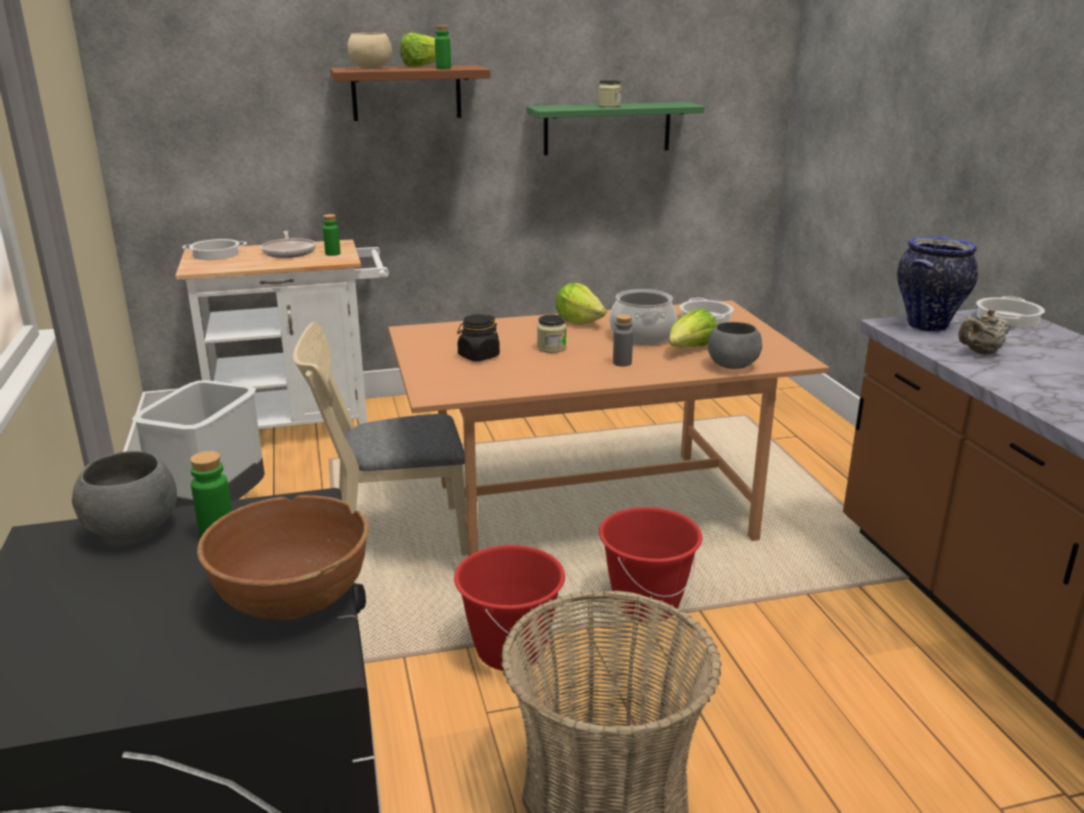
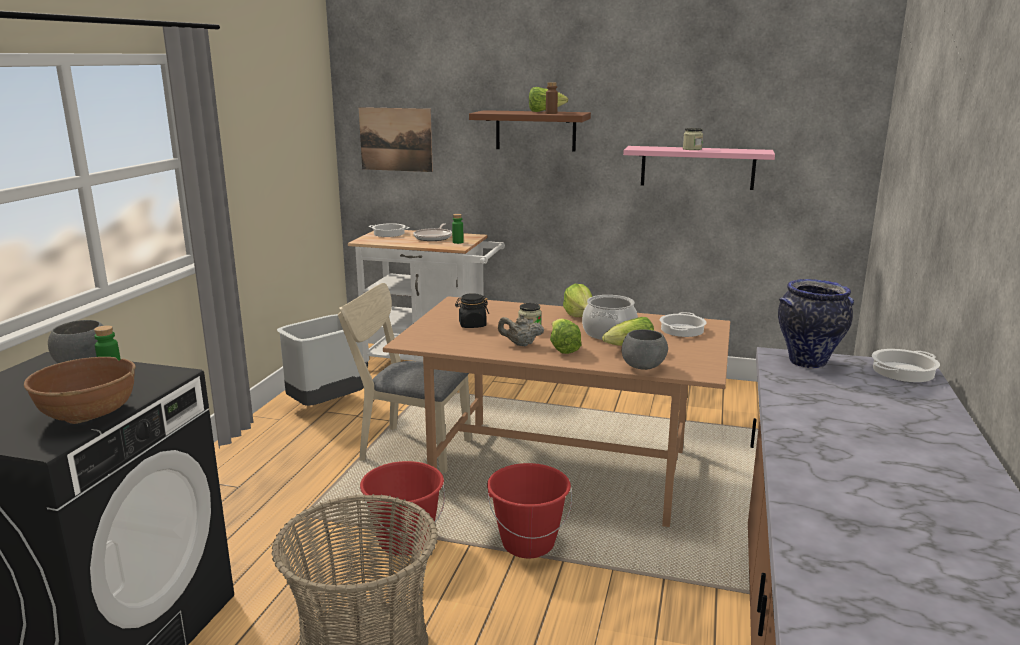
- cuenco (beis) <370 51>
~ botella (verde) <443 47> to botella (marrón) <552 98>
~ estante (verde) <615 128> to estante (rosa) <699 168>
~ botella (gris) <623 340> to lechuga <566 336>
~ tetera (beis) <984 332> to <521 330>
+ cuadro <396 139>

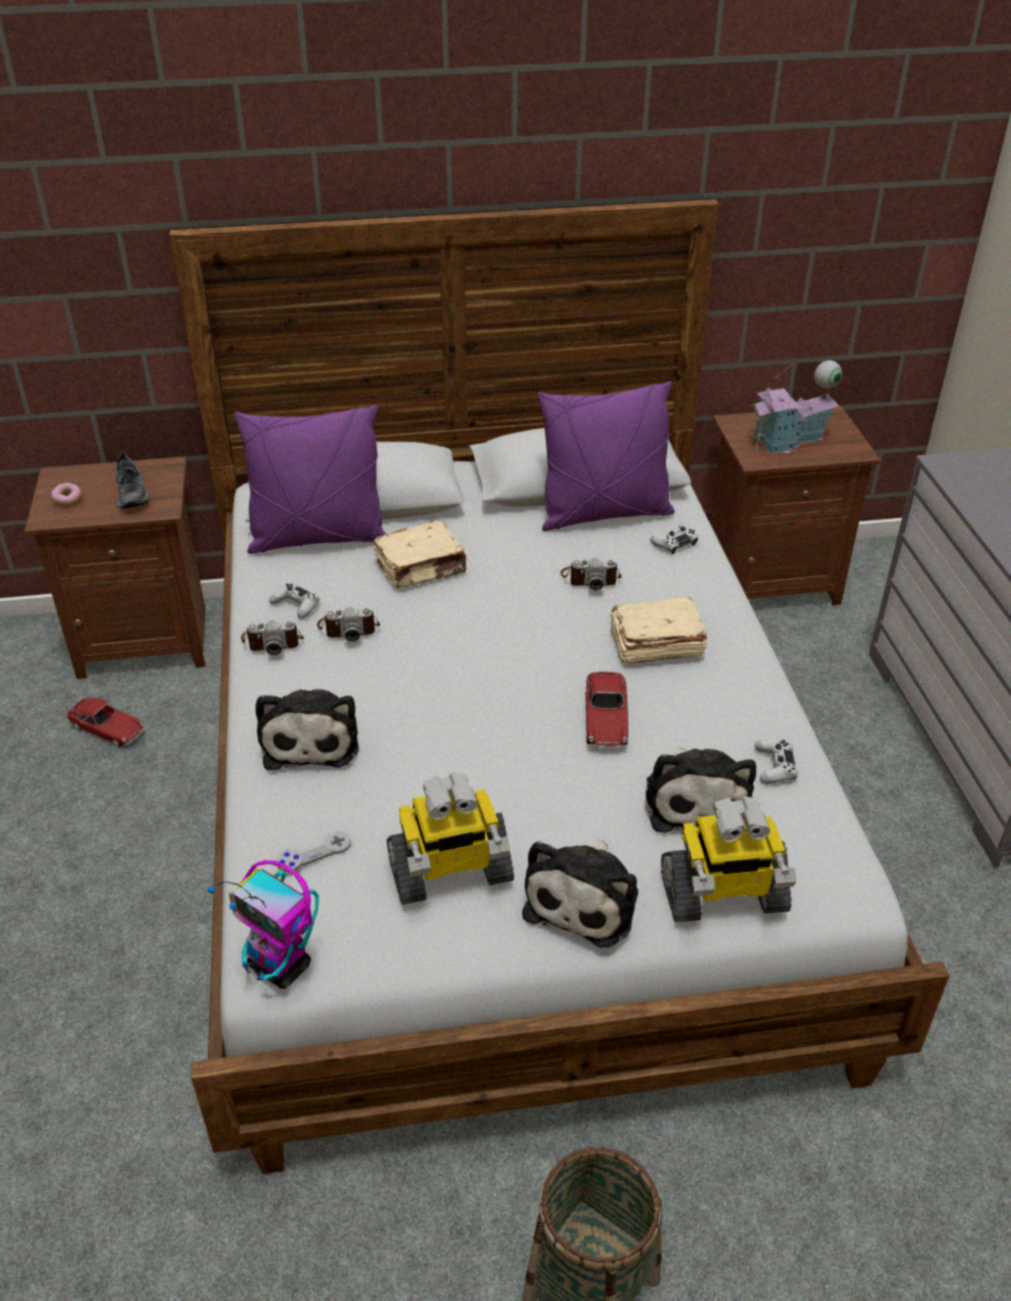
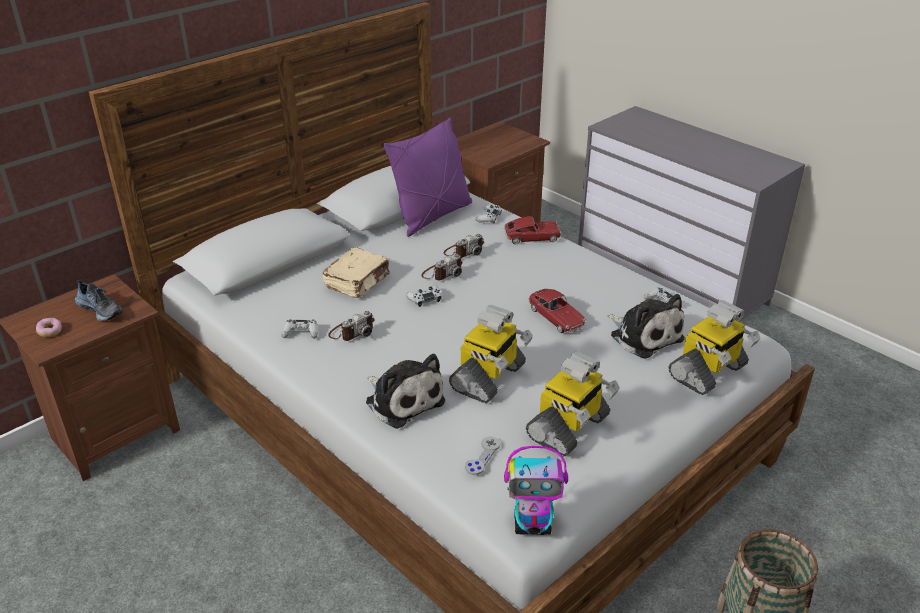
~ coche de juguete <105 723> to <532 230>
- cojín (morado) <310 479>
~ cámara <272 637> to <442 267>
- peluche <580 893>
- libro (beis) <658 630>
- casita <796 407>
+ mando de consola (blanco) <424 296>
+ robot de juguete <491 354>

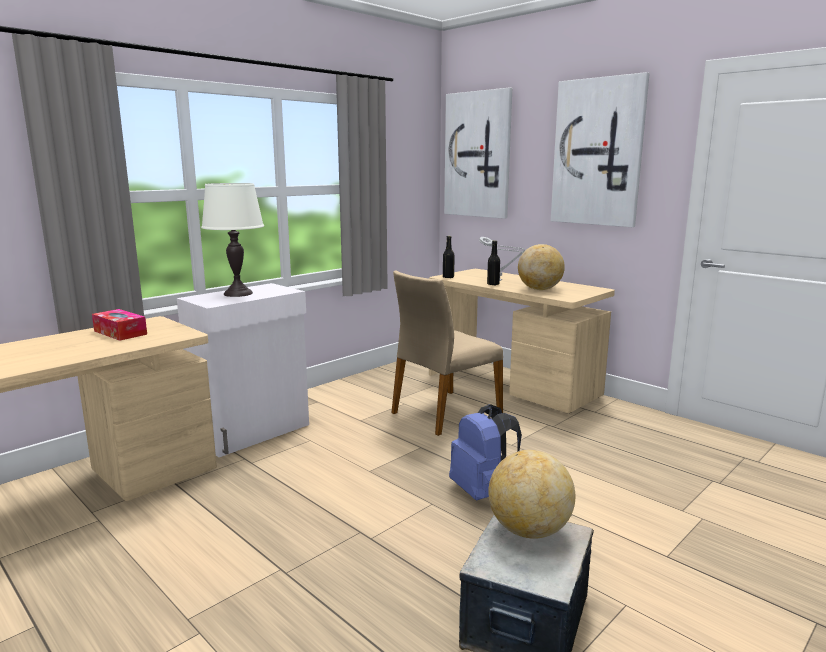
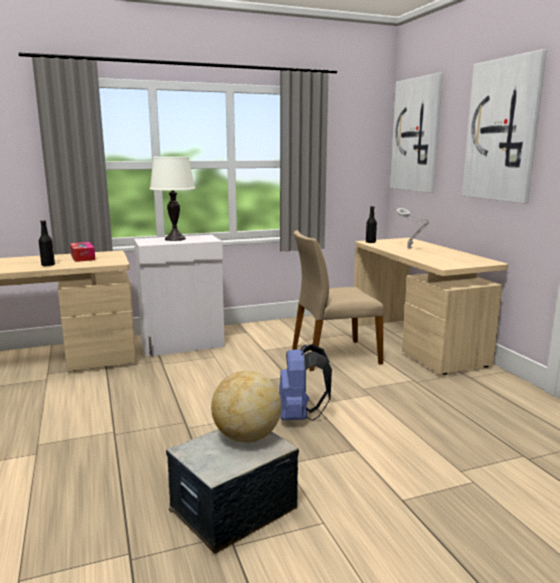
~ botella (negro) <493 262> to <47 243>
- globo terráqueo <541 267>

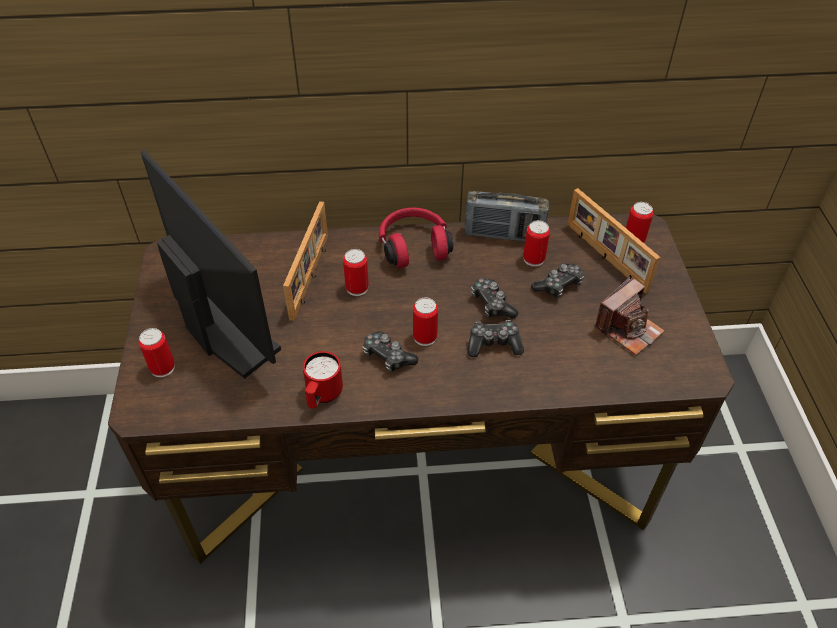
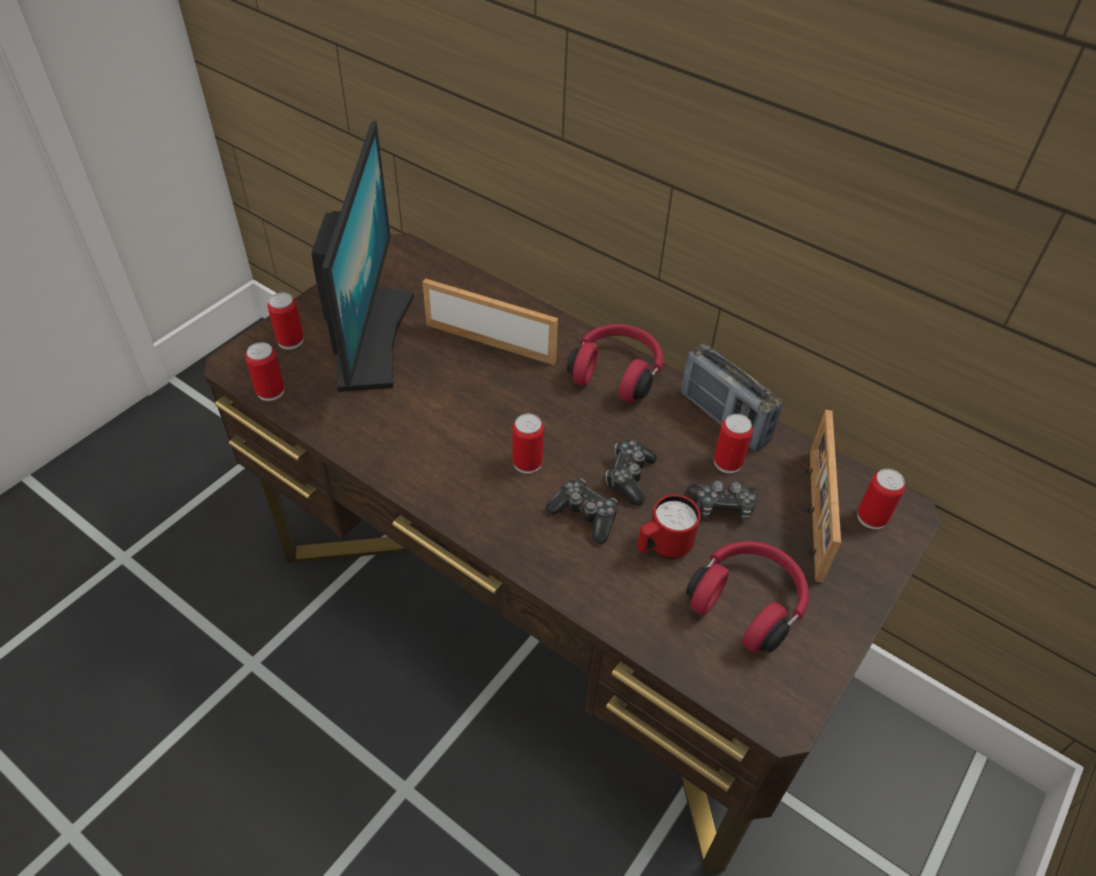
~ portarretratos <305 261> = <490 321> 120 degrees counterclockwise
~ taza grande (rojo) <323 380> to <669 526>
~ lata <356 272> to <264 371>
- mando de consola <390 351>
~ cámara <630 316> to auriculares (rojo) <747 596>

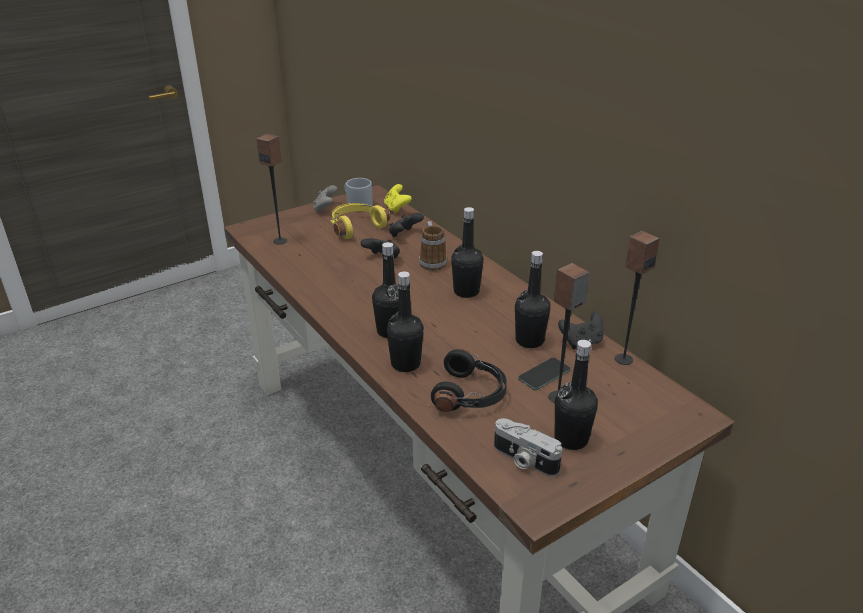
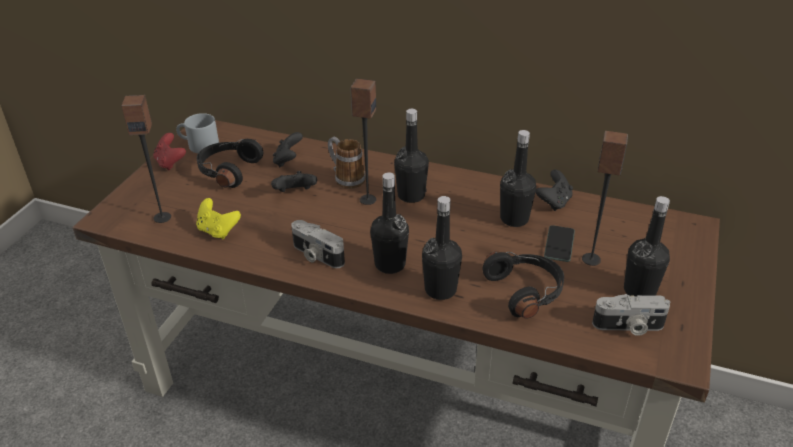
~ mando de consola (gris) <325 199> to mando de consola (rojo) <169 151>
~ auriculares (amarillo) <360 221> to auriculares (negro) <230 163>
~ mando de consola (amarillo) <398 198> to <218 218>
~ altavoz <637 298> to <363 142>
+ cámara <318 244>

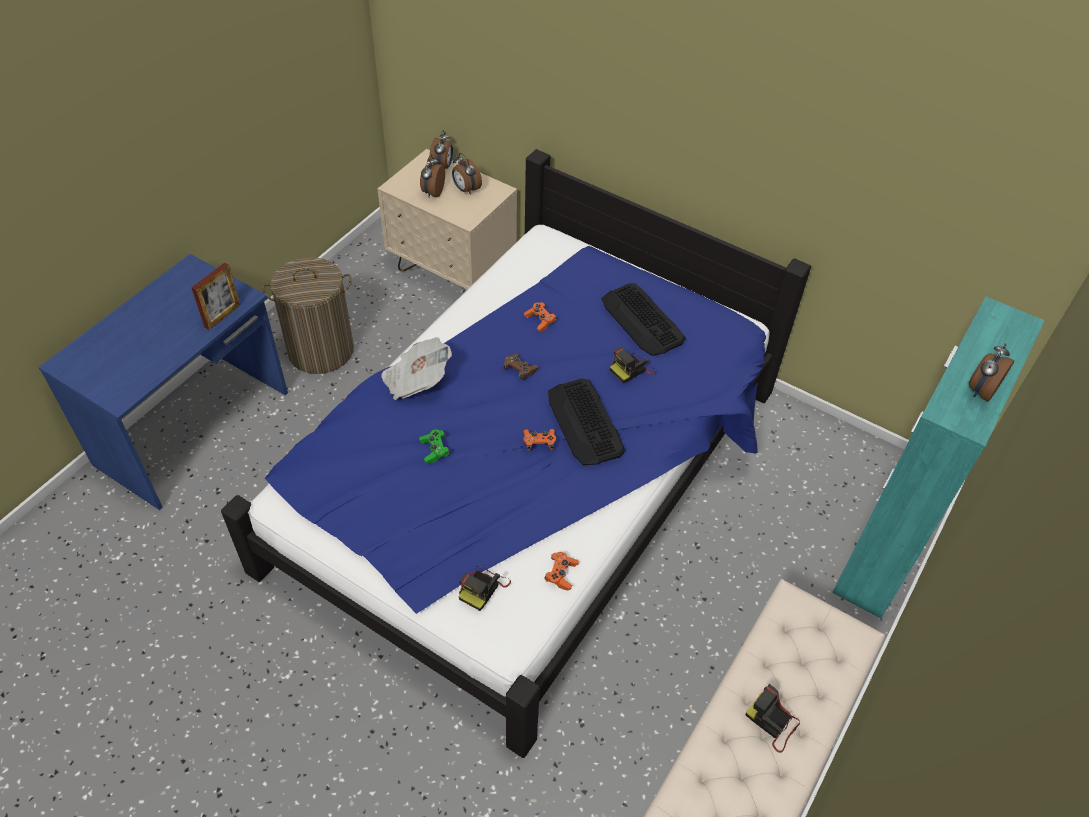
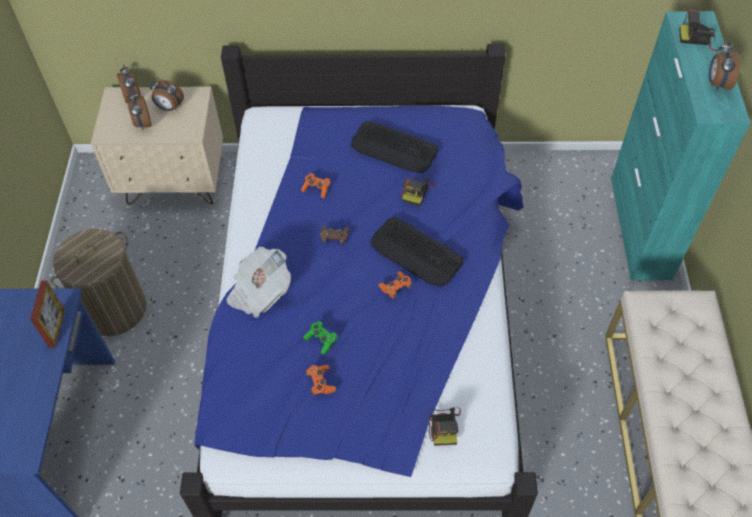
~ mando de consola (naranja) <562 571> to <321 380>
~ cámara <773 718> to <699 29>

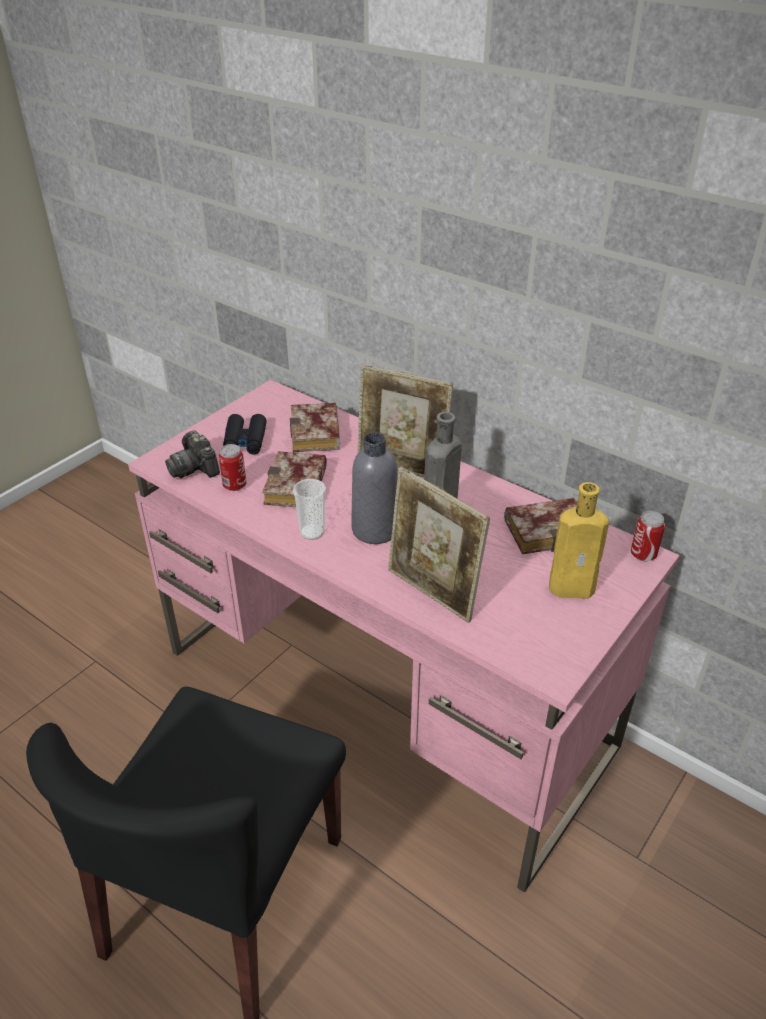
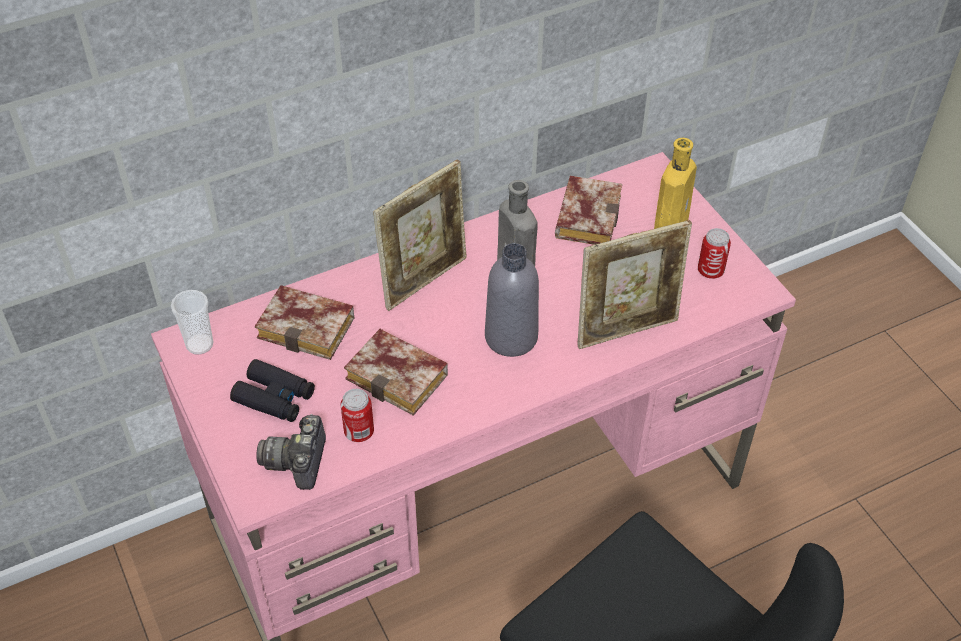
~ cámara <192 454> = <291 452> 105 degrees clockwise
~ taza <309 509> to <192 322>
~ lata <648 536> to <714 253>

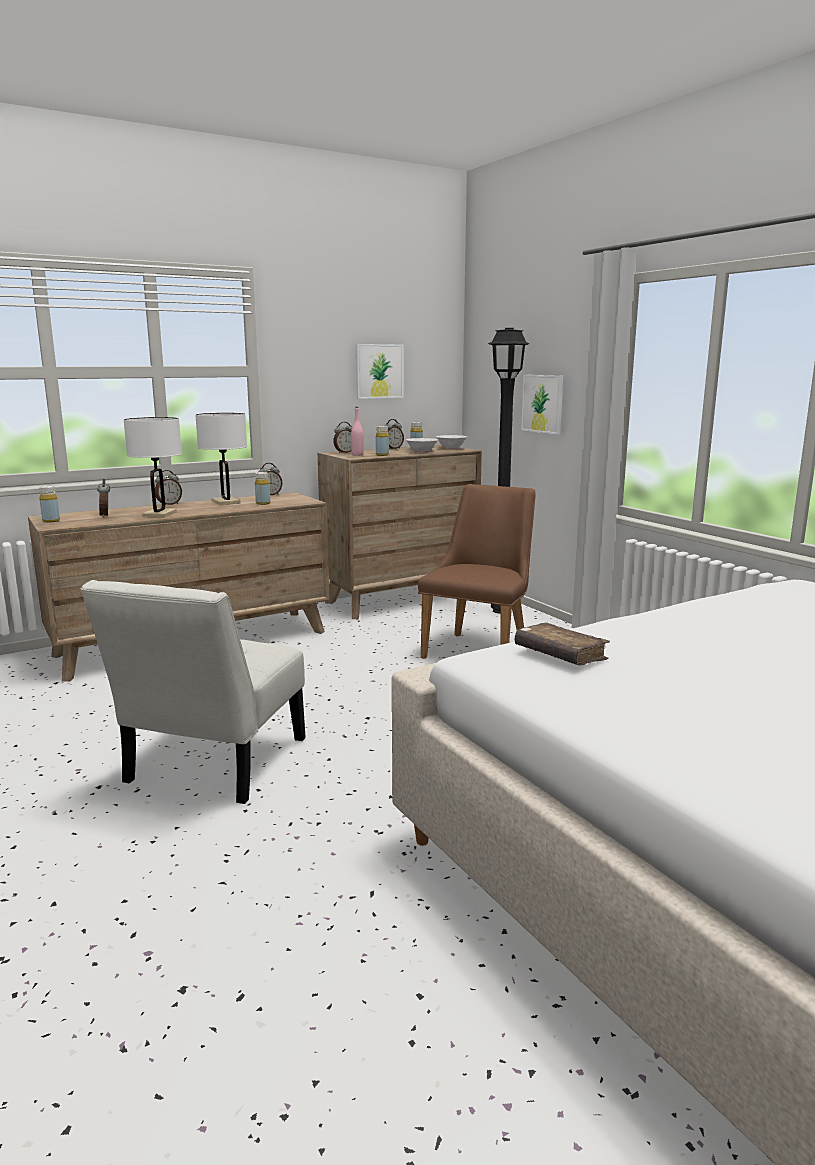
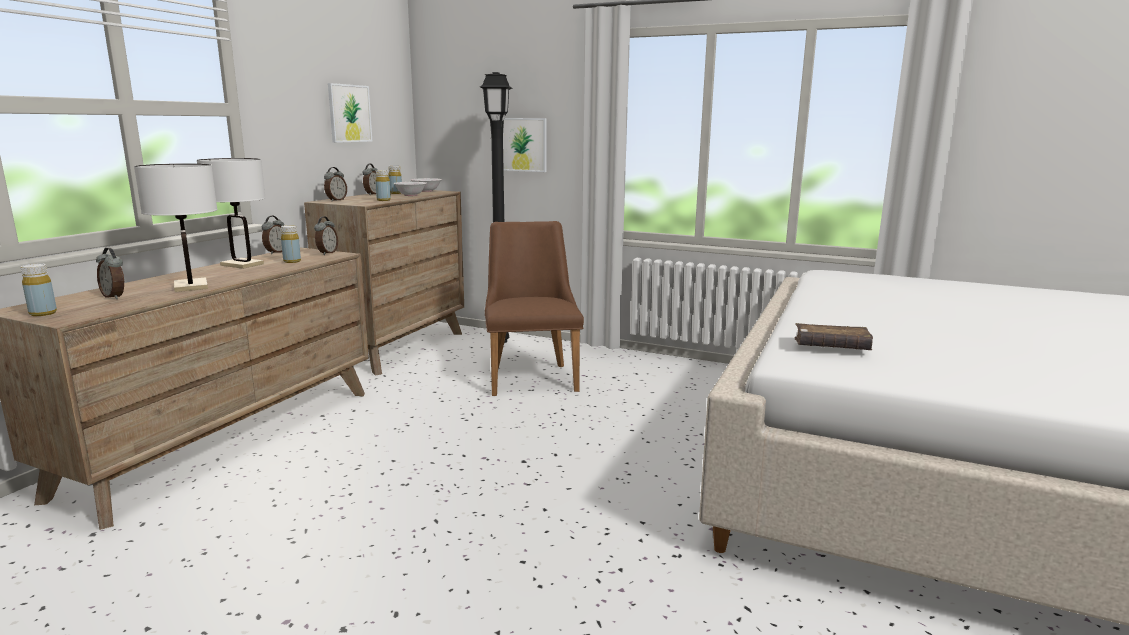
- silla (blanco) <193 692>
~ despertador <168 487> to <326 235>
- botella (rosa) <357 431>

